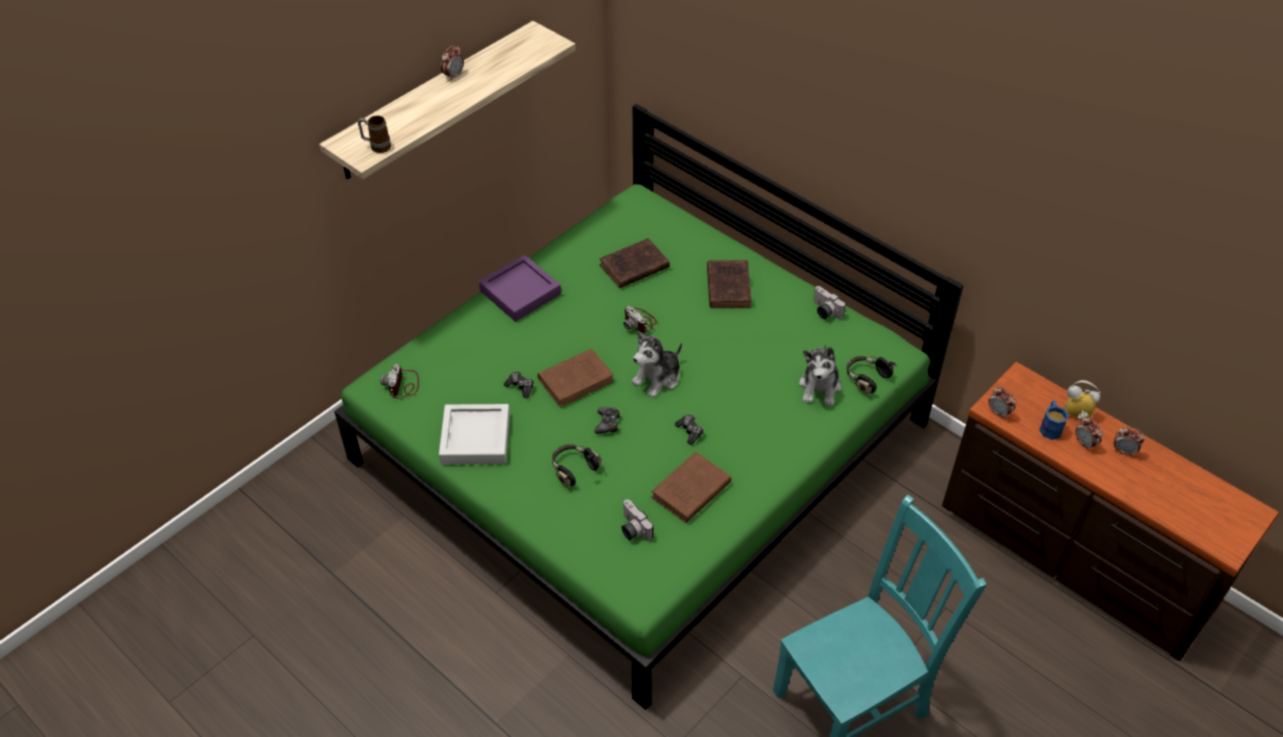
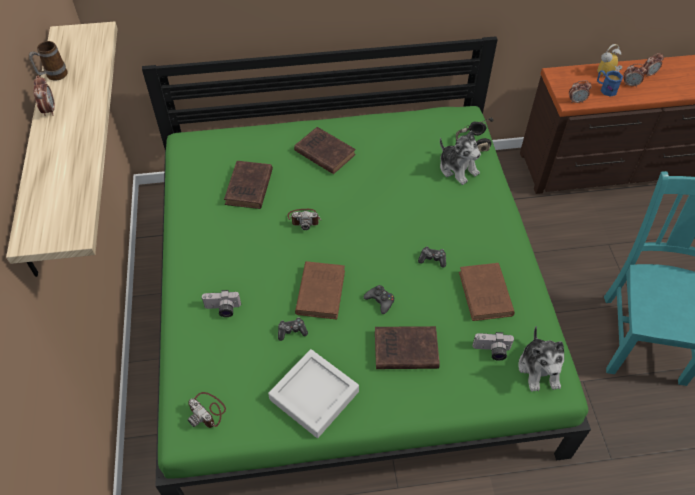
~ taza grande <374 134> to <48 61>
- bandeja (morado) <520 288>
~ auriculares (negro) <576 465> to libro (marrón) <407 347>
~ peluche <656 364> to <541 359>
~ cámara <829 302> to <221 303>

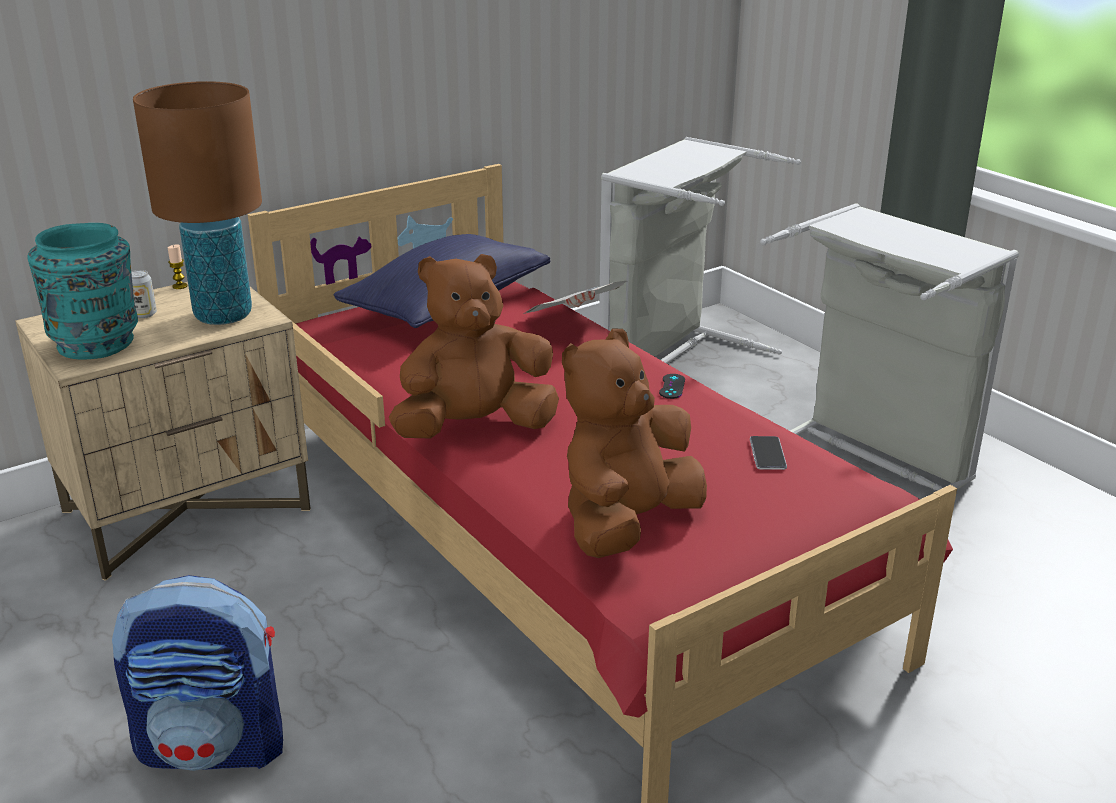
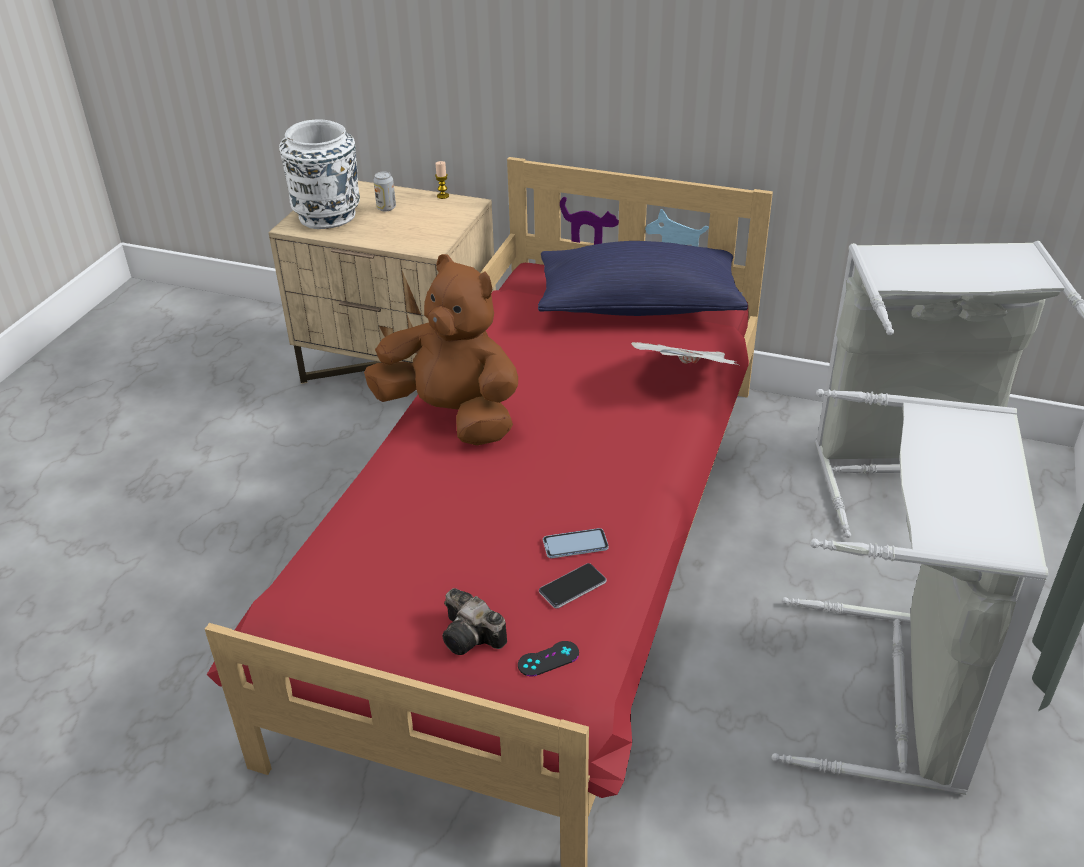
~ florero (turquesa) <83 291> to florero (blanco) <319 174>
- mochila <197 673>
- lámpara de mesa (marrón) <197 203>
- peluche (marrón) <634 443>
~ mando de consola (negro) <672 386> to <548 658>
+ cámara <475 621>
+ móvil <576 543>

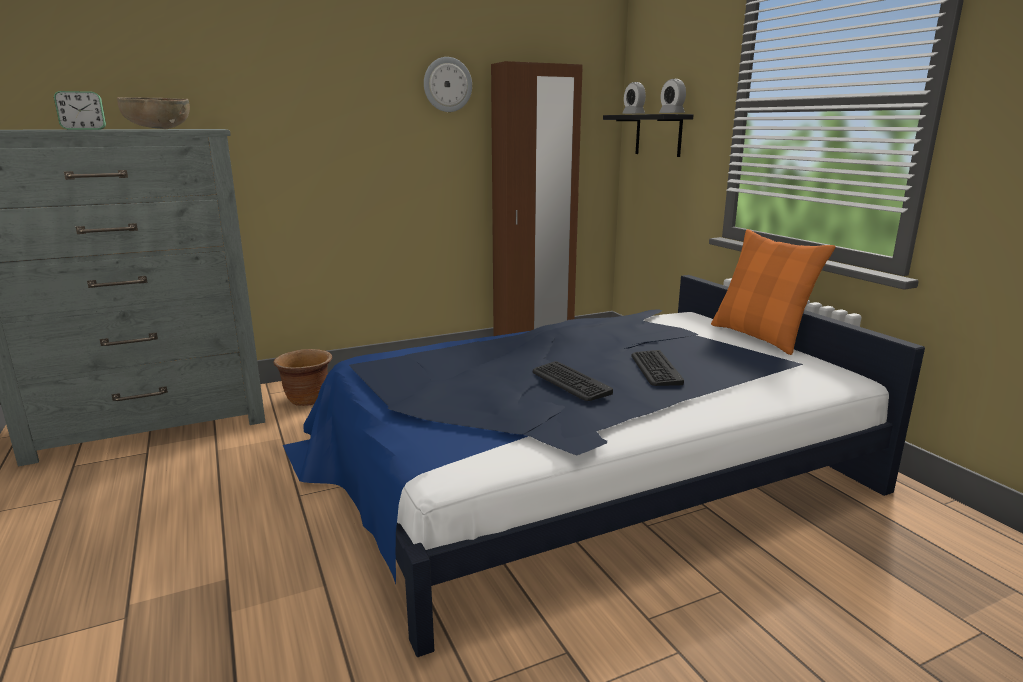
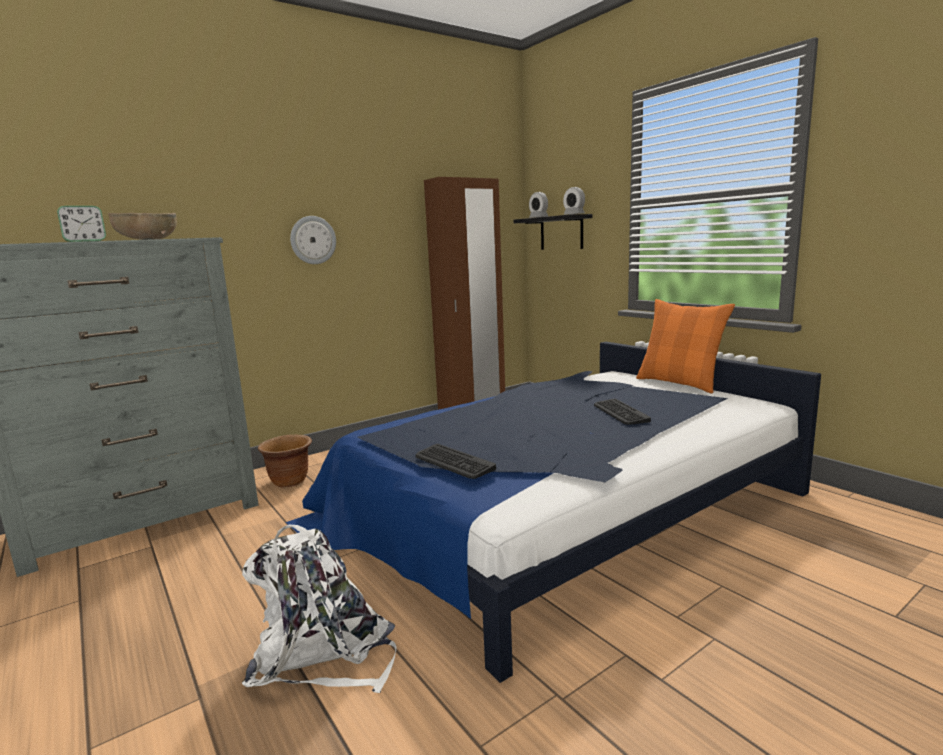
~ reloj de pared <448 84> to <313 240>
~ teclado <573 381> to <456 461>
+ mochila (blanco) <319 609>

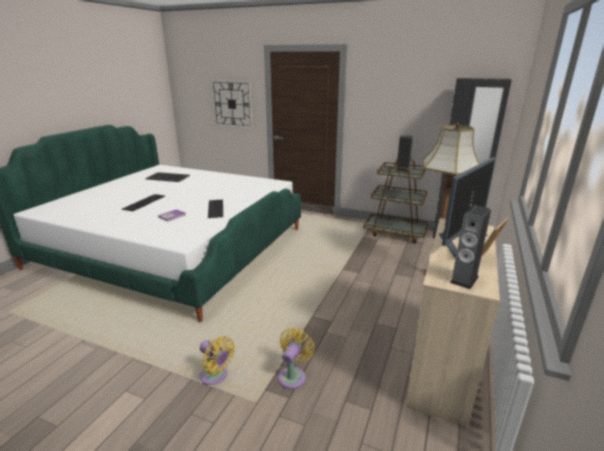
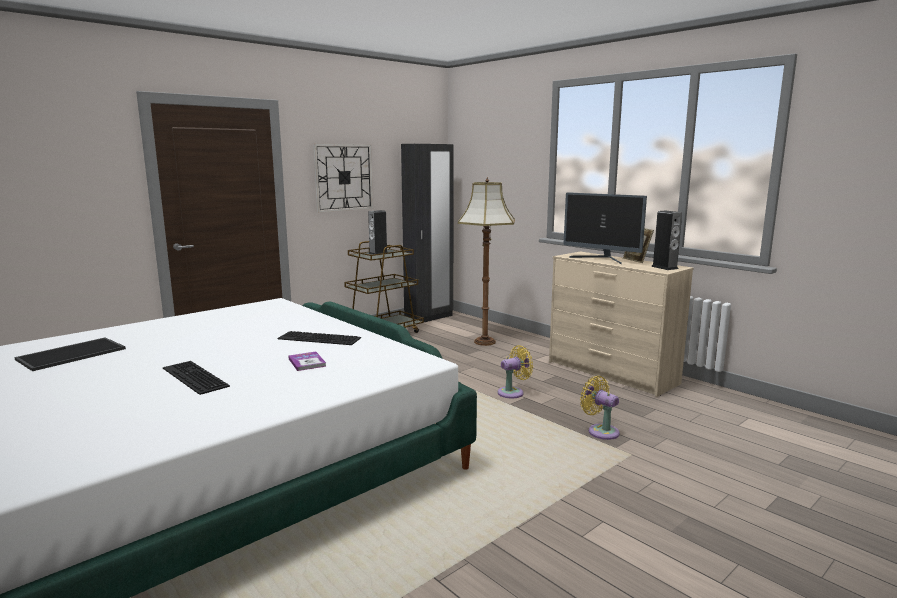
~ ventilador (amarillo) <217 361> to <515 372>
~ reloj de pared <232 104> to <343 178>
~ monitor <467 207> = <605 228> 150 degrees clockwise

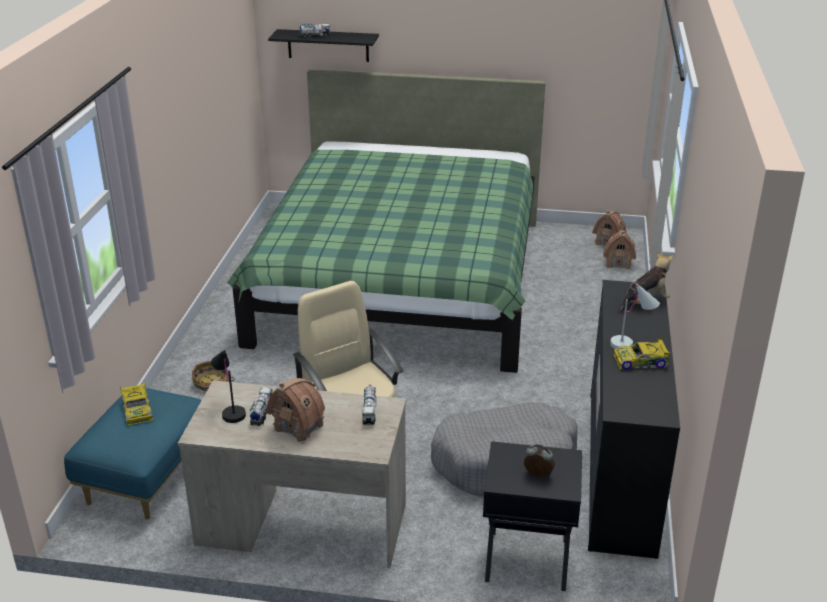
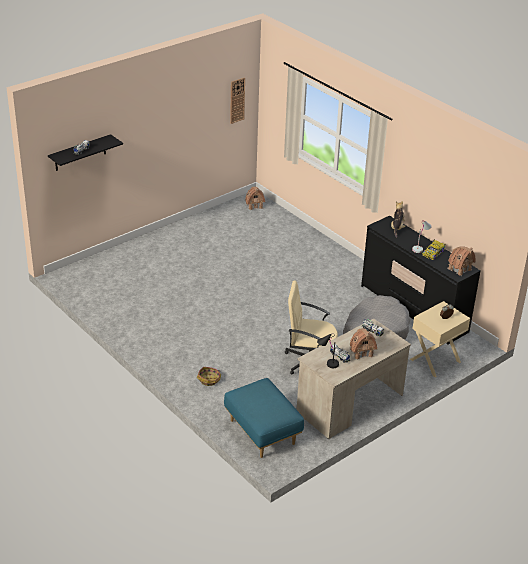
- coche de juguete <136 404>
- cama (verde) <386 221>
~ mesita de noche (negro) <532 516> to mesita de noche (beis) <440 339>
~ casita <619 250> to <461 261>
+ reloj de pared <237 100>

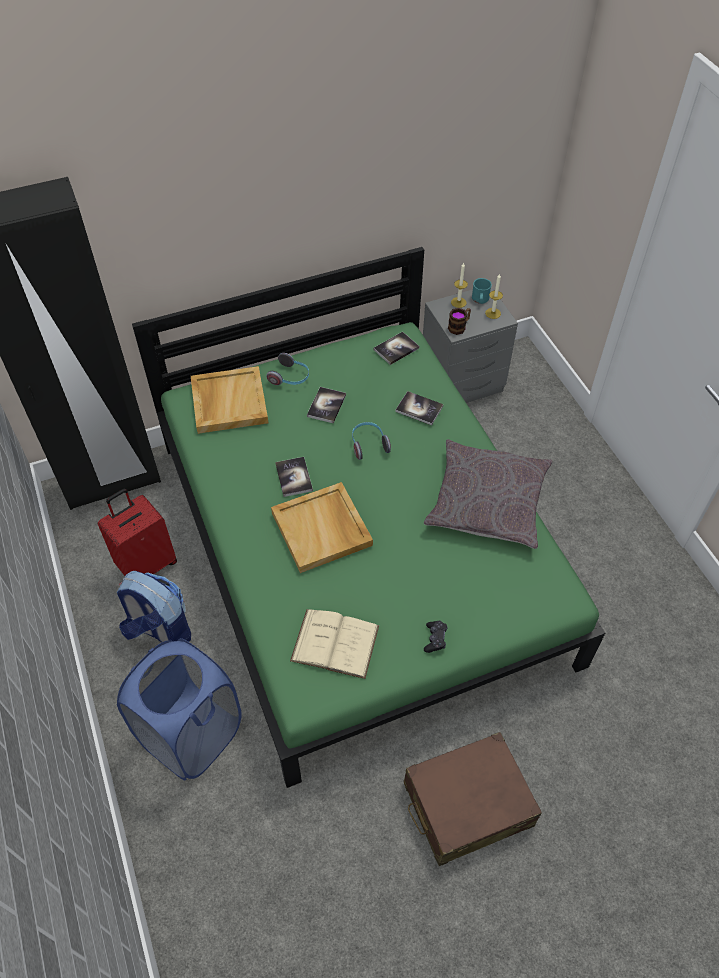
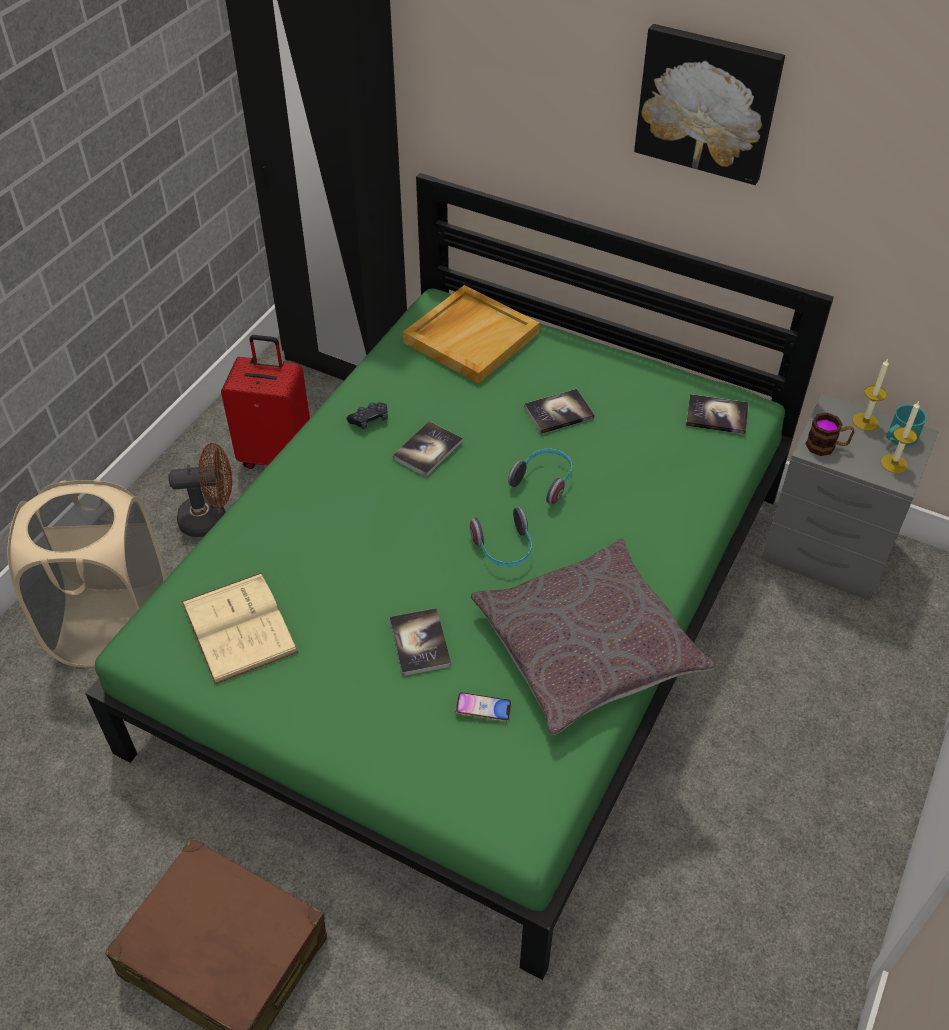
~ mochila <154 606> to ventilador (marrón) <200 490>
~ cesto de la ropa (azul) <179 709> to cesto de la ropa (beis) <86 573>
~ auriculares <287 369> to <501 537>
- bandeja (beis) <322 527>
~ libro <419 408> to <420 642>
~ mando de consola (negro) <435 637> to <367 415>
+ móvil <483 707>
+ cuadro <709 104>

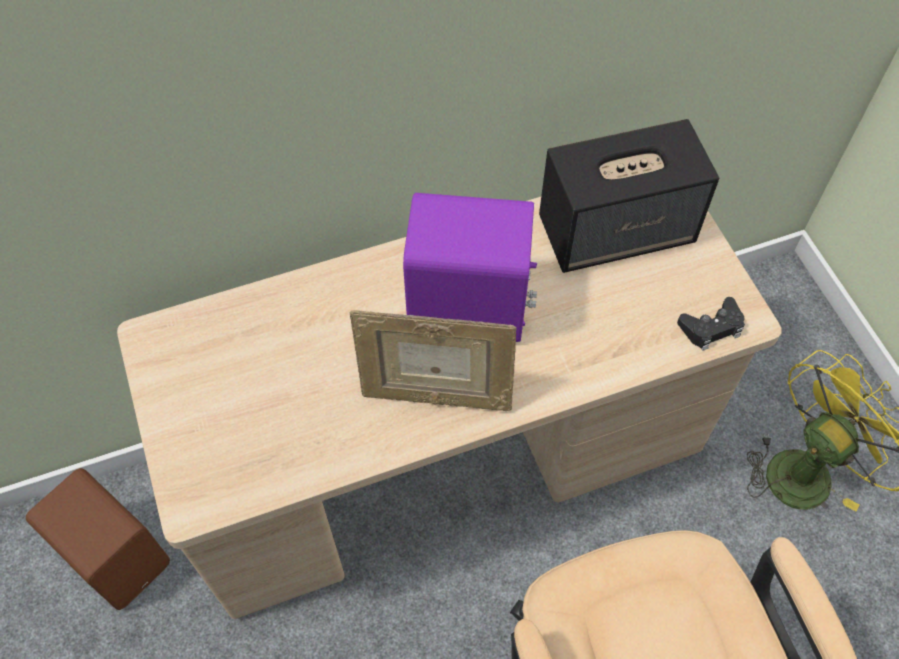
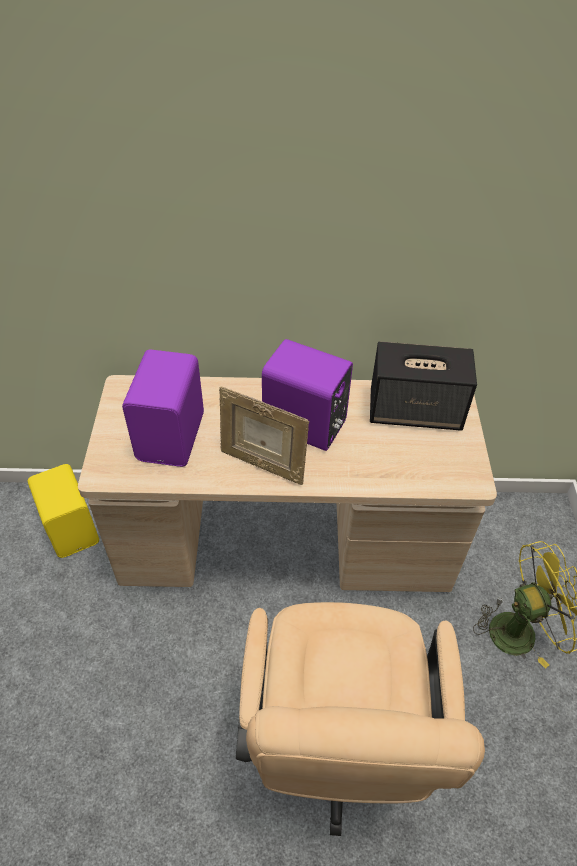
~ altavoz (marrón) <98 539> to altavoz (amarillo) <63 511>
- mando de consola (negro) <711 324>
+ altavoz (morado) <163 408>

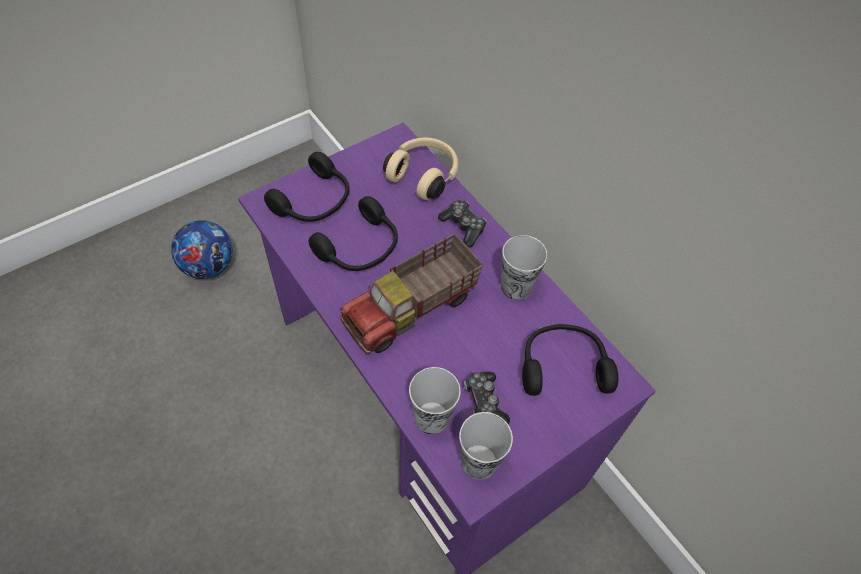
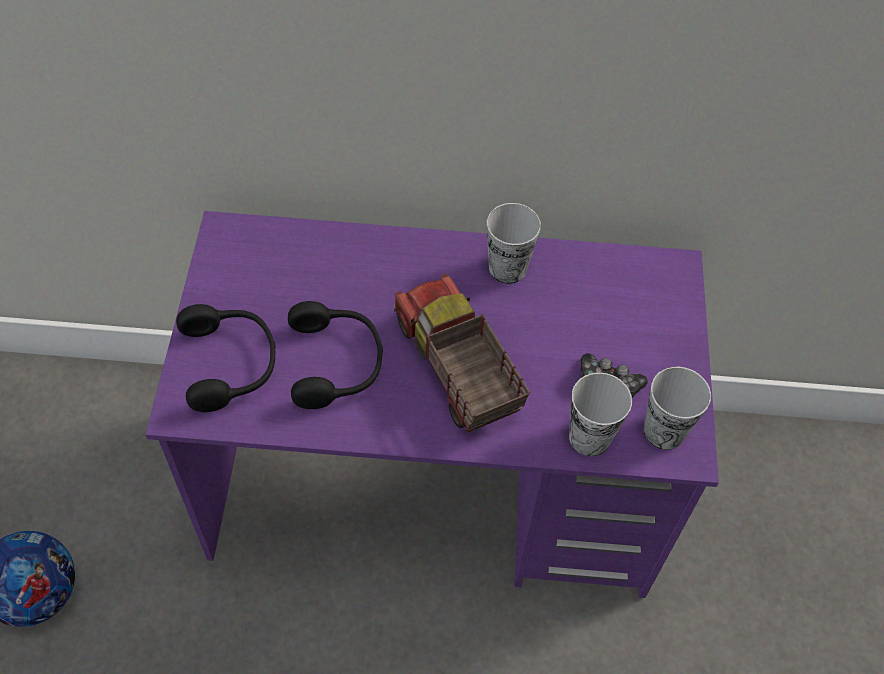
~ camión de juguete <411 294> = <462 353> 150 degrees clockwise
- auriculares (beis) <421 168>
- mando de consola <462 224>
- auriculares (negro) <570 360>

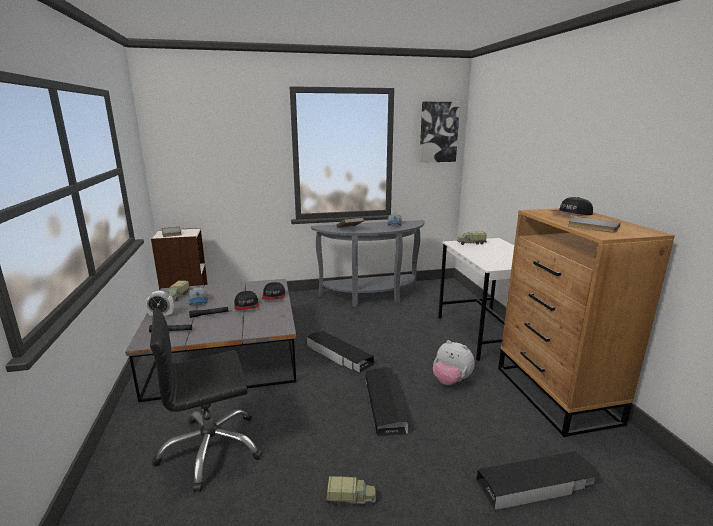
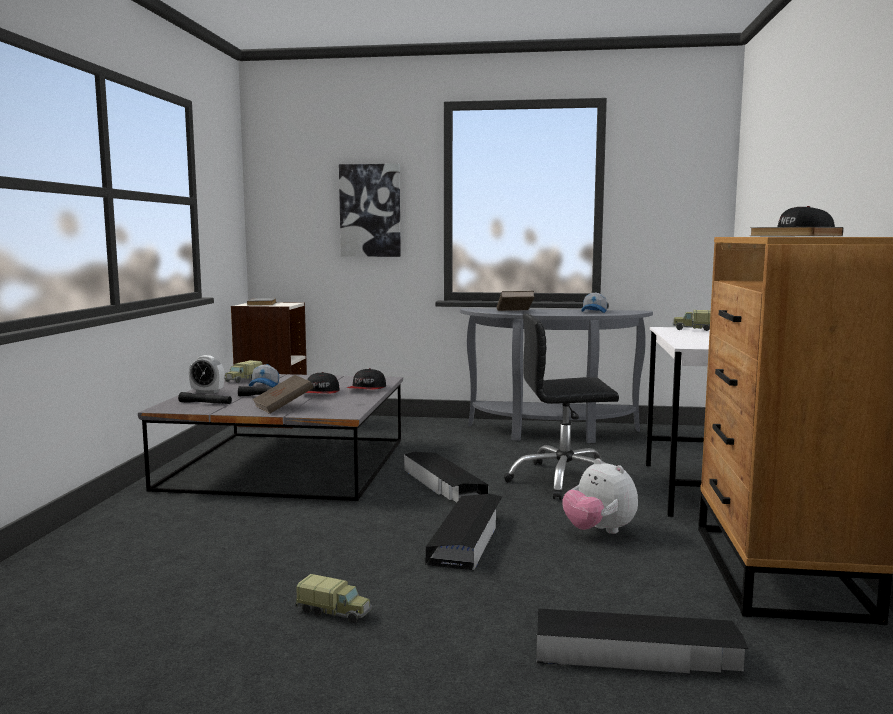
~ silla de oficina (negro) <206 400> to <561 406>
~ cuadro <439 132> to <370 210>
+ libro (marrón) <282 394>

